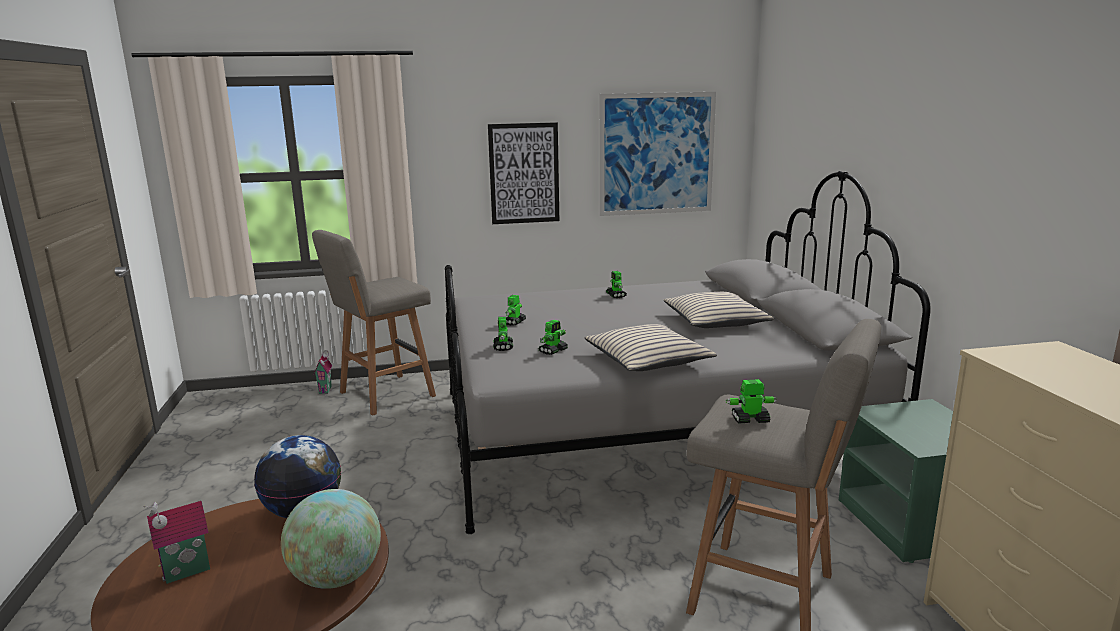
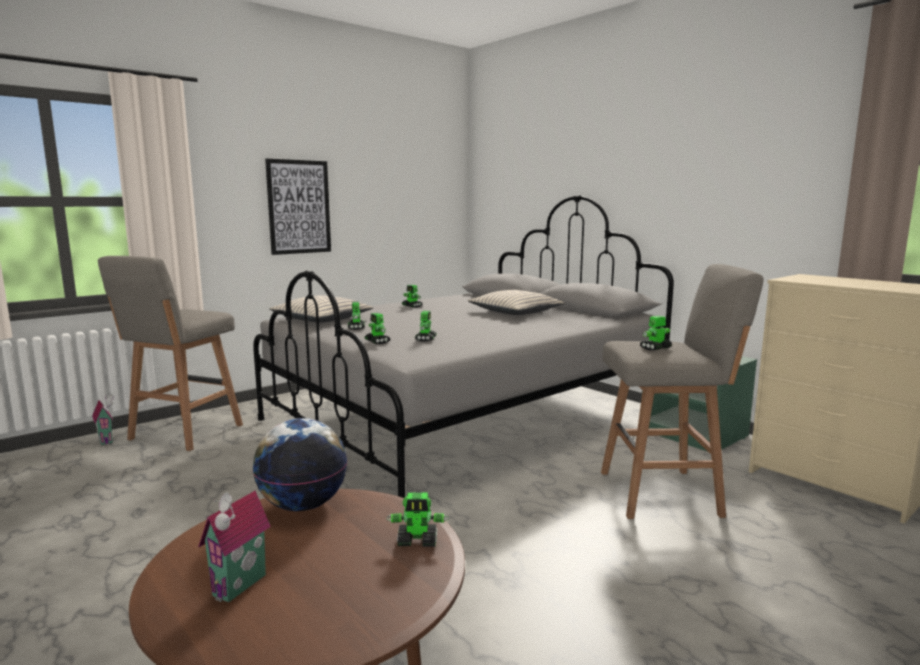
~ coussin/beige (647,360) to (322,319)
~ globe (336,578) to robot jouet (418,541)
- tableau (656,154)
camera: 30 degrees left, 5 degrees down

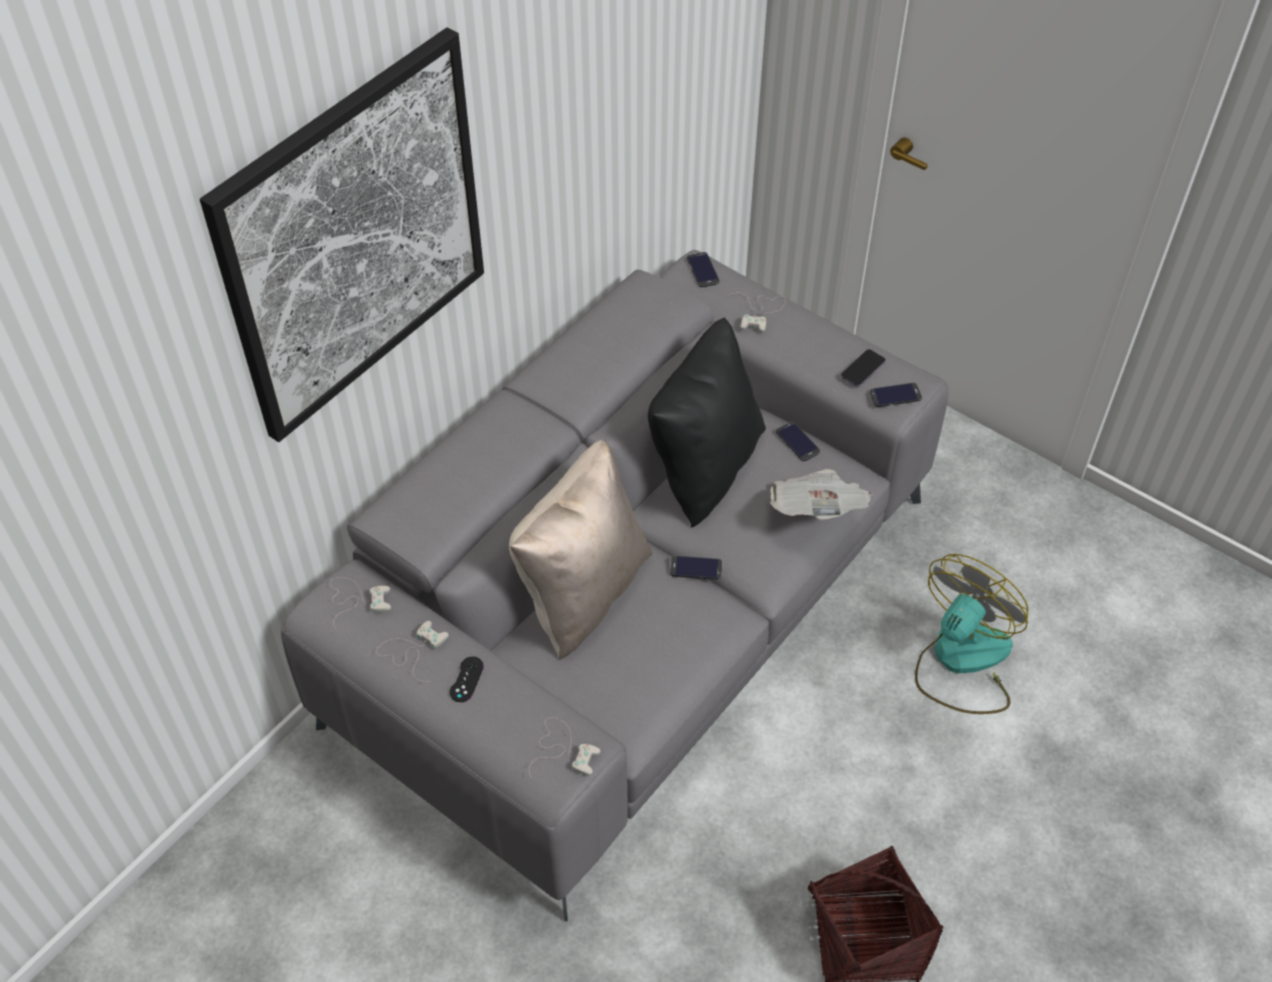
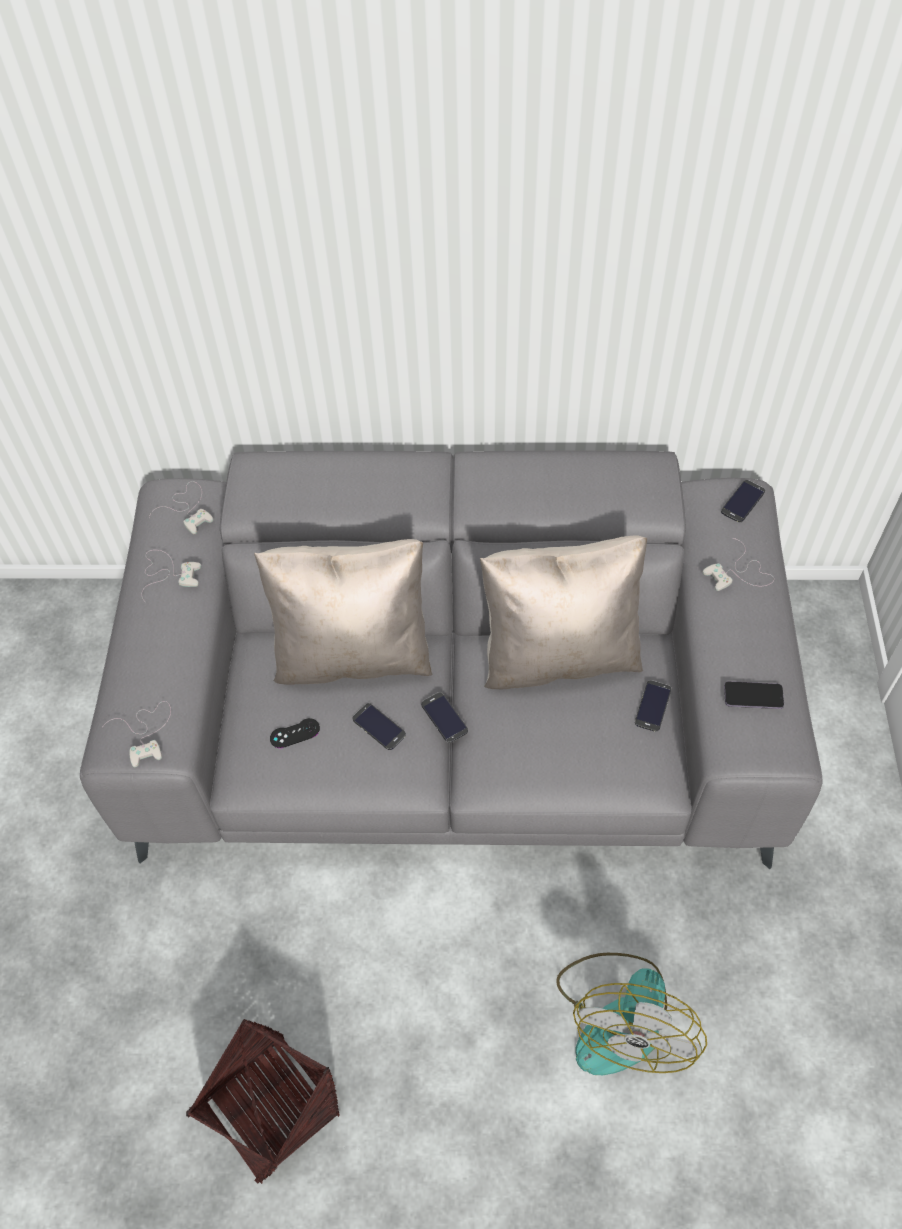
~ manette/noir (466,679) to (295,733)
~ téléphone (895,395) to (379,727)
~ coussin/noir (704,466) to coussin/beige (559,654)
~ ventilateur (961,661) = (622,1017) 105 degrees clockwise
- tableau (354,237)
- journal (817,511)
camera: 55 degrees right, 5 degrees up

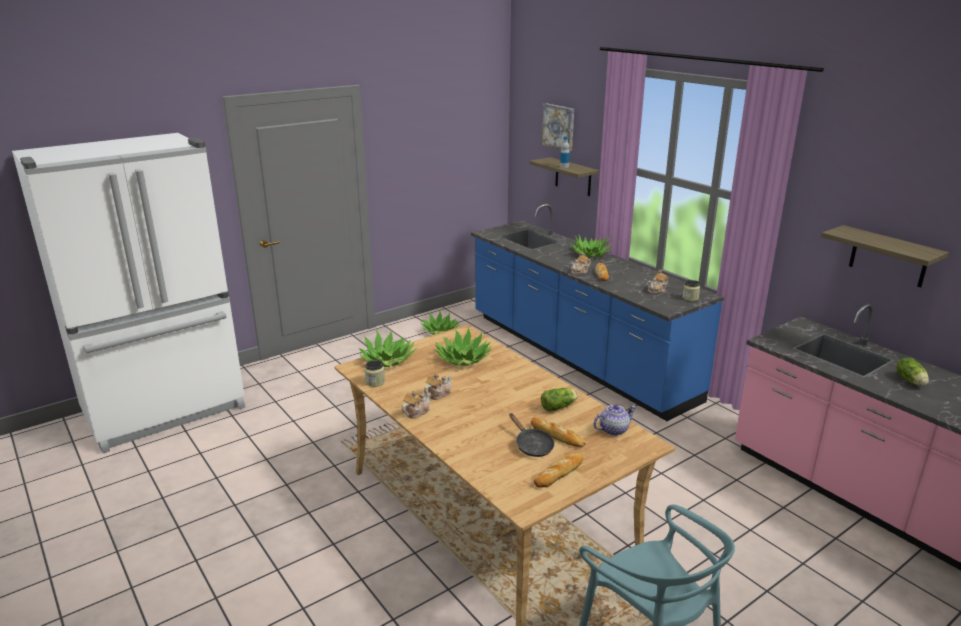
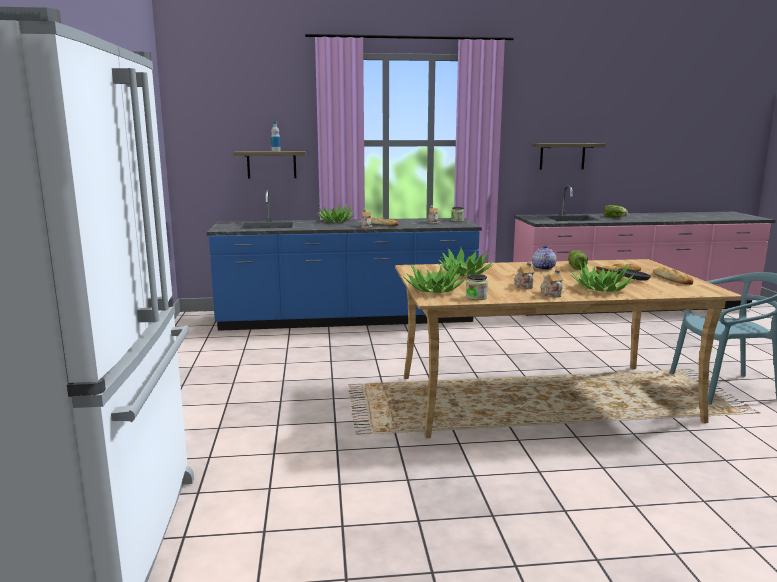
~ théière (613,429) to (543,268)
~ plante en pot (440,331) to (601,288)
- tableau (559,126)
camera: 60 degrees left, 10 degrees down

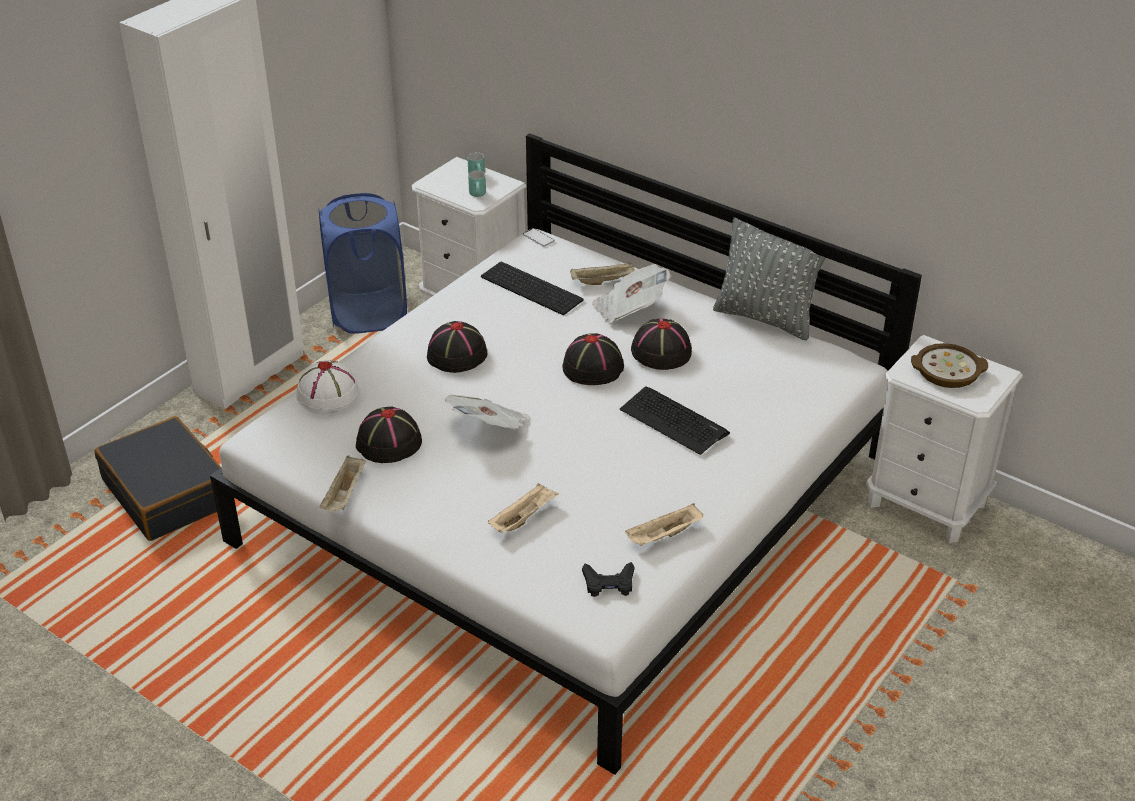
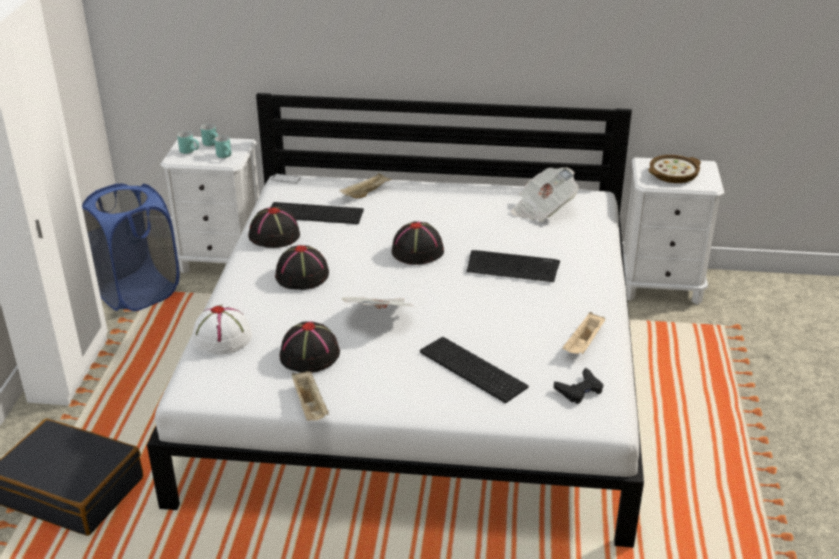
+ mug/turquoise (190,151)
~ chapeau/noir (660,352) to (274,235)
~ plateau/beige (523,518) to clavier (470,370)
~ journal (629,309) to (542,209)
- coussin/gris (765,318)
camera: 30 degrees left, 5 degrees down

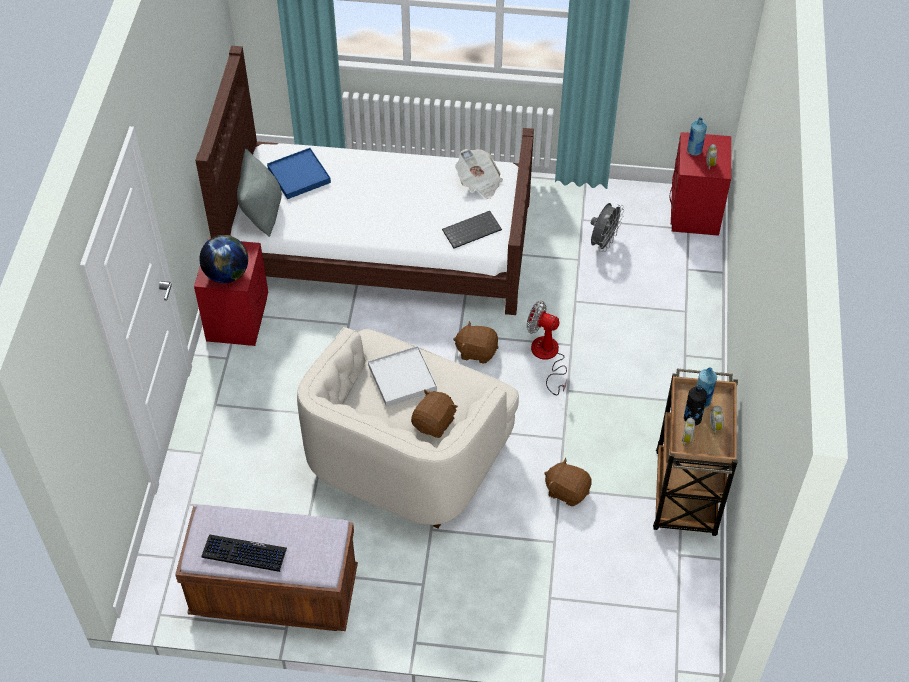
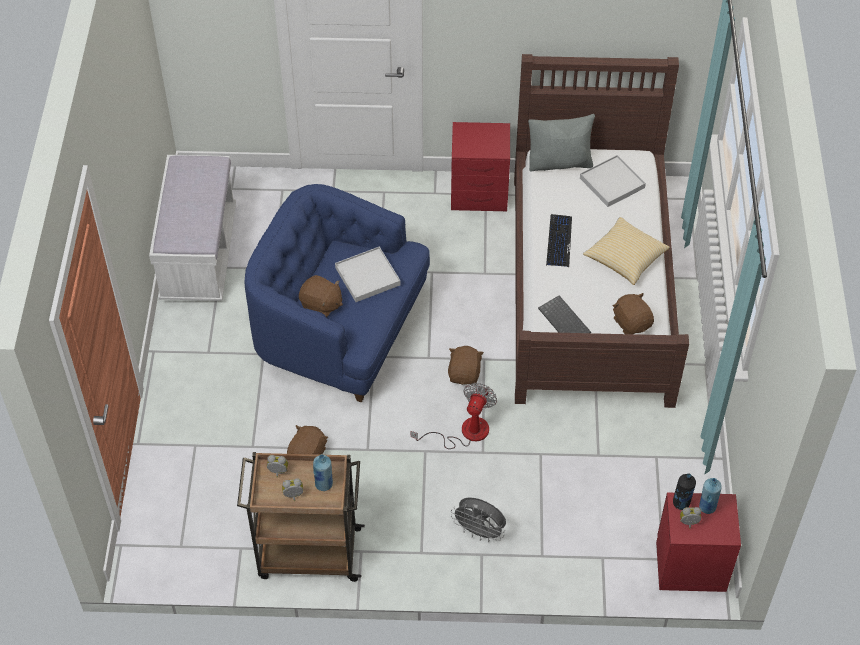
~ banc/marron (274,594) to banc/blanc (199,255)
~ fauteuil/blanc (407,455) to fauteuil/bleu (340,330)
~ ventilateur/gris (603,242) to (480,532)
~ clavier (244,553) to (559,241)
~ plateau/bleu (299,176) to plateau/blanc (612,183)
+ coussin (625,258)
~ journal (479,182) to peluche/marron (632,323)
~ bouteille/noir (692,418) to (681,503)
- globe (227,274)
camera: 85 degrees right, 0 degrees up

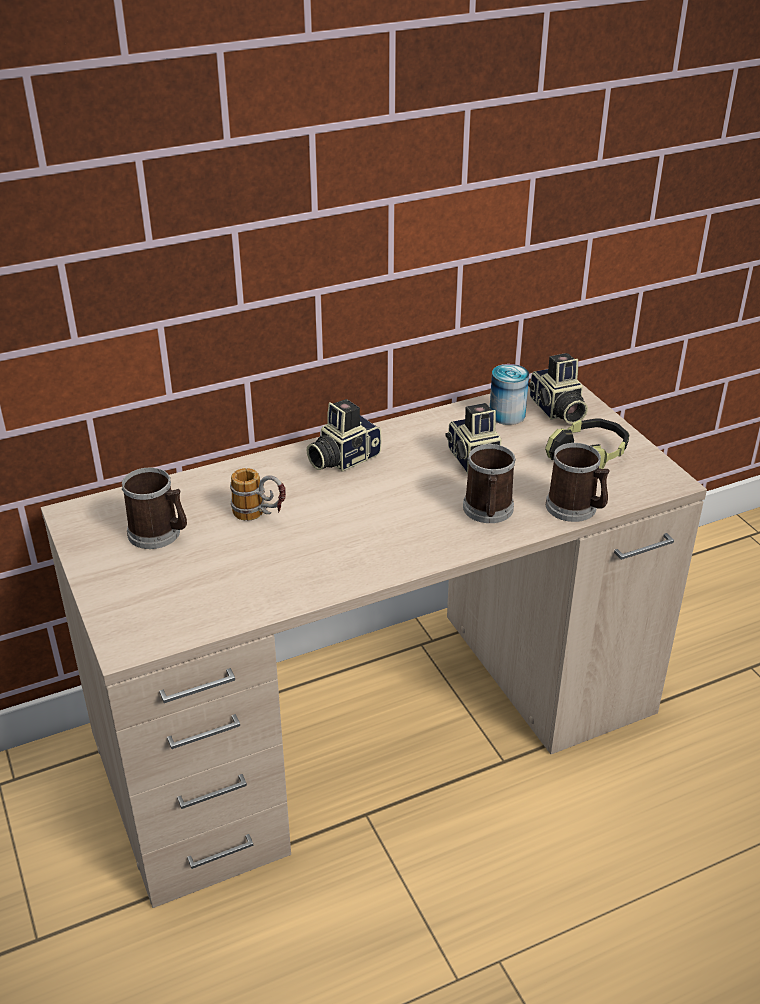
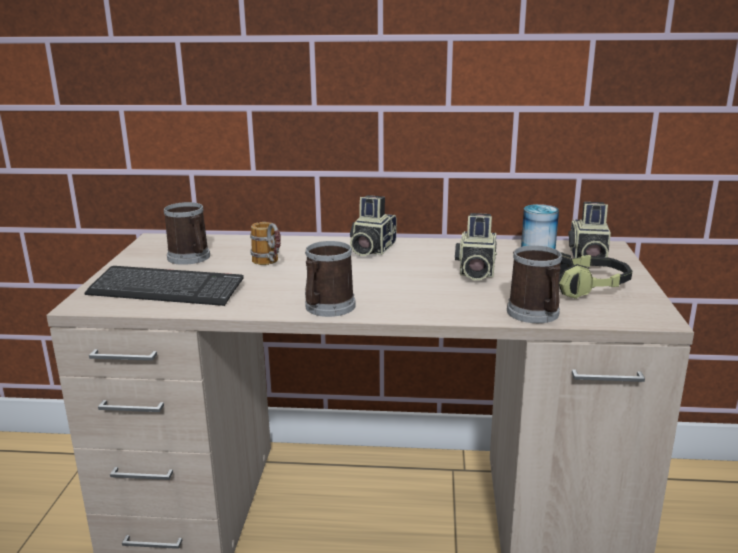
+ clavier (166,289)
~ mug (488,511) to (326,308)
~ appareil photo (342,458) = (370,249) 60 degrees counterclockwise
camera: 30 degrees right, 15 degrees down

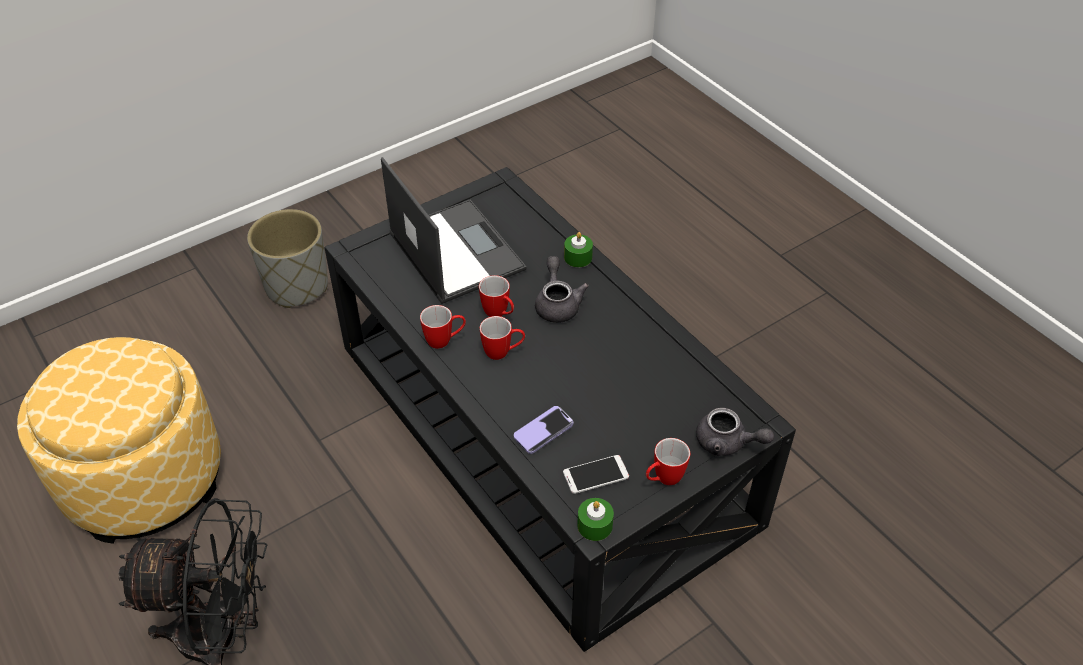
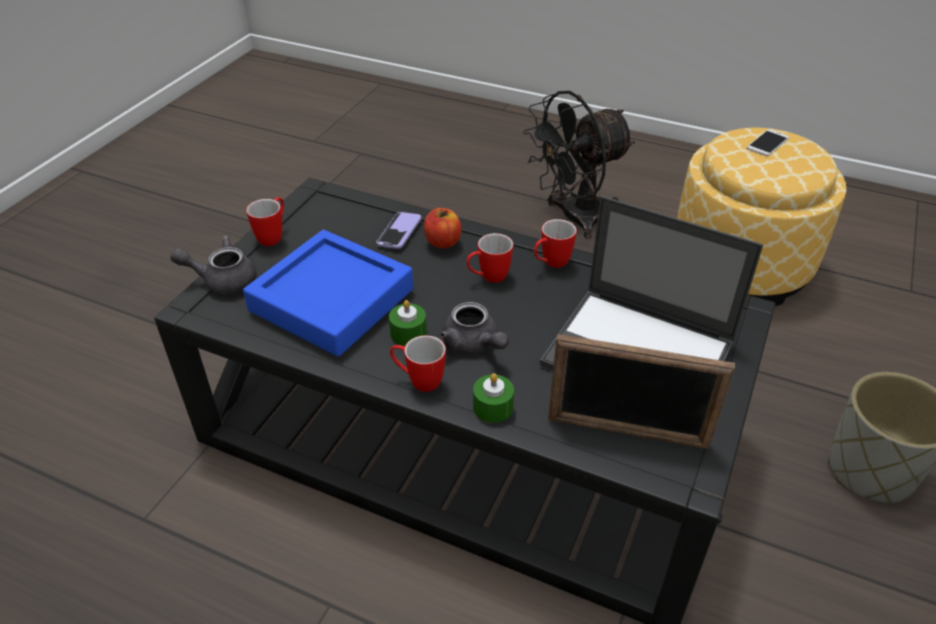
+ plateau/bleu (332,300)
~ bougie/vert (595,525) to (408,333)
~ mug (499,314) to (418,381)
+ pomme (442,242)
+ cadre photo (627,432)
~ téléphone (596,475) to (767,143)
camera: 150 degrees right, 5 degrees down

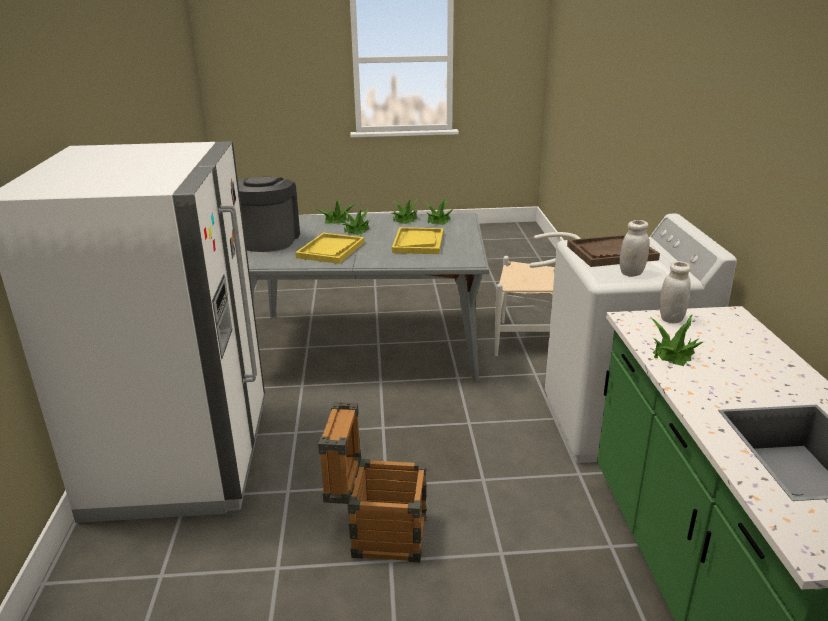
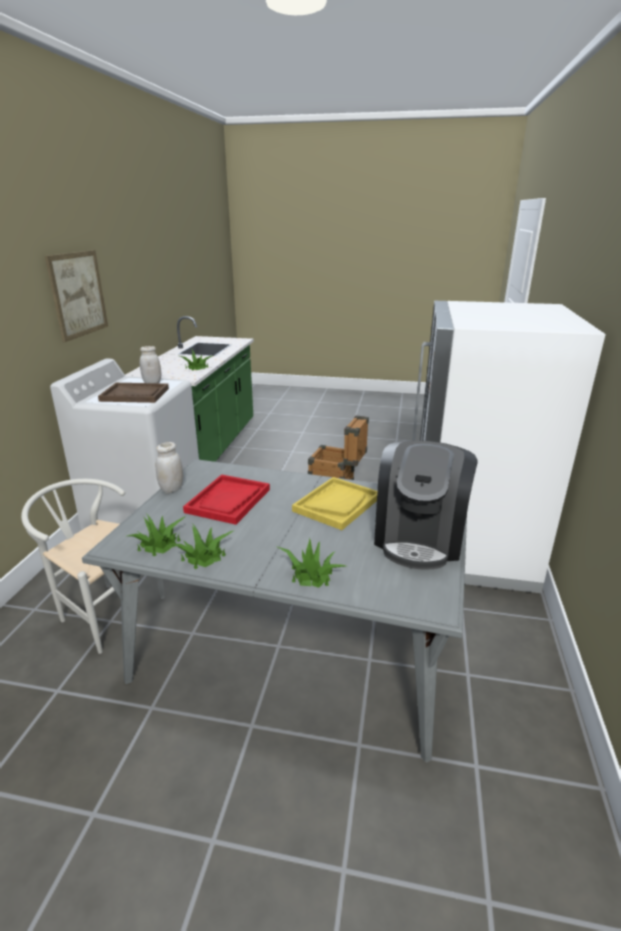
+ tableau (78,294)
~ bocal/blanc (671,318) to (172,489)
~ plateau/jaune (418,243) to plateau/rouge (228,501)
- plante en pot (357,230)
camera: 165 degrees left, 0 degrees up

